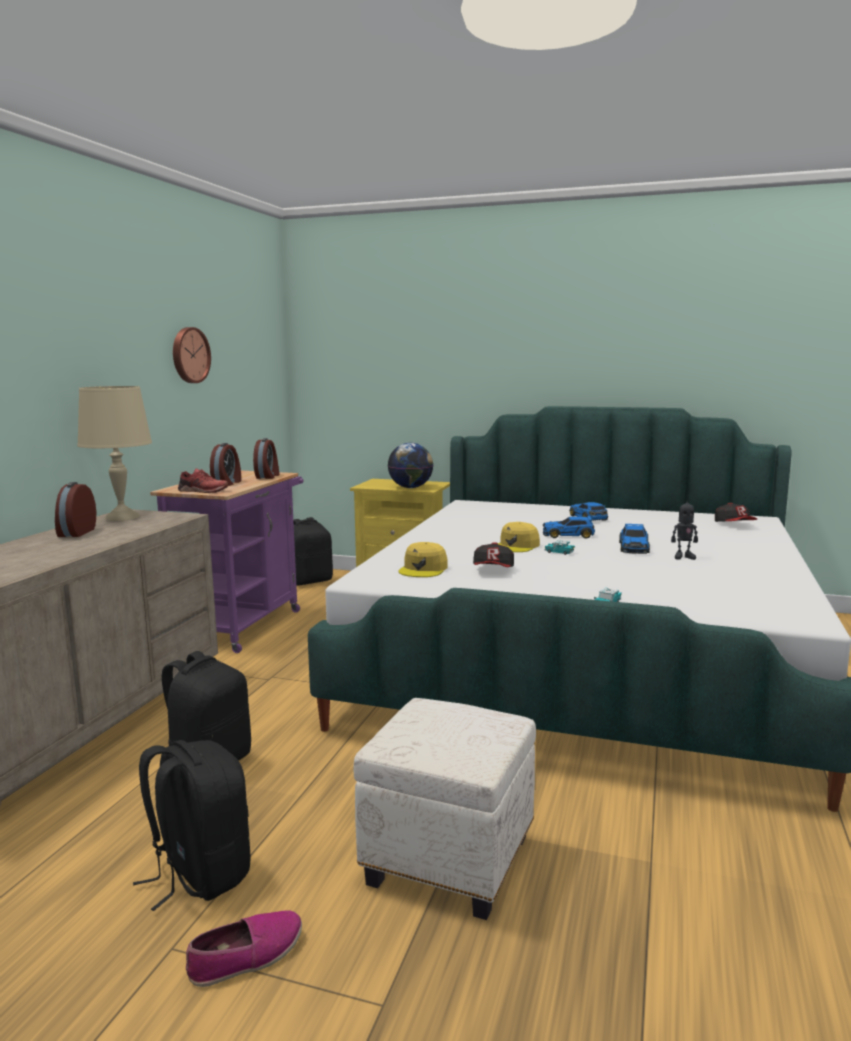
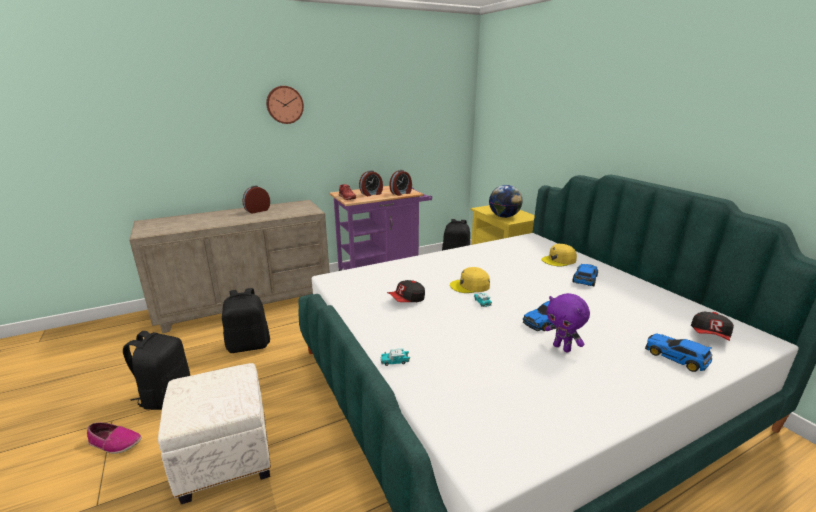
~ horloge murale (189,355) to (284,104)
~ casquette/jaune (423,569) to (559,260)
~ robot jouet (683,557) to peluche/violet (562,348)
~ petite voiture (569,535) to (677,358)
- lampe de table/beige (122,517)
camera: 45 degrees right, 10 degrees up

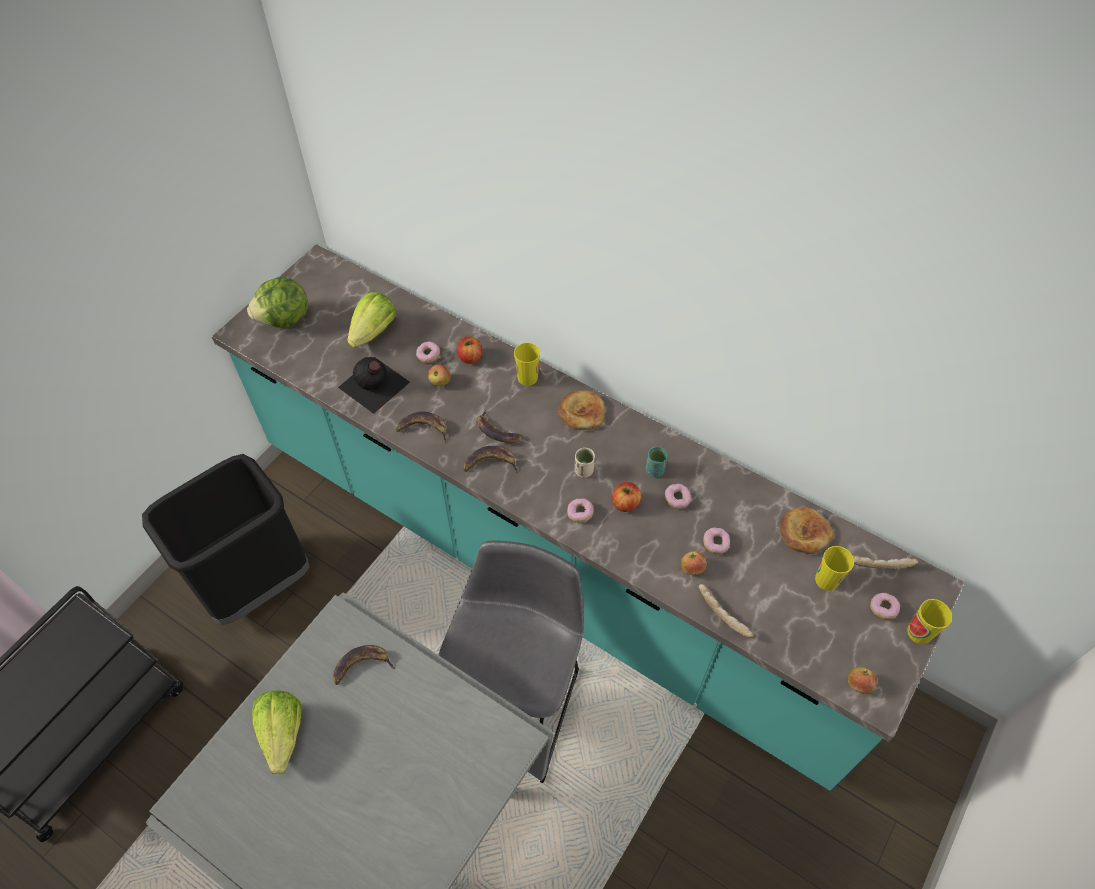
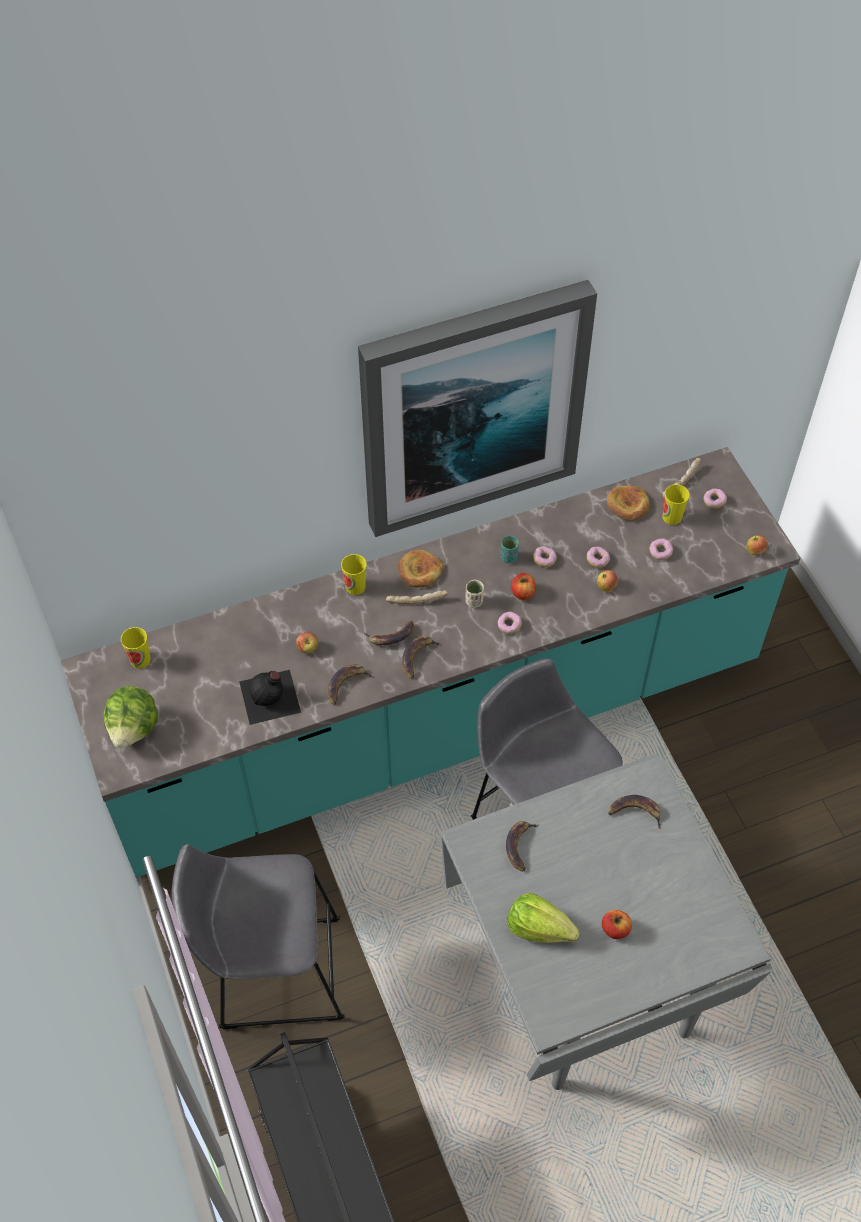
~ tasse (919,632) to (140,659)
~ poubelle/noir (256,582) to tabouret/gris (271,972)
+ tableau (472,408)
~ pain (724,613) to (417,599)
~ pomme (470,357) to (615,929)
+ banane (636,812)
~ beignet (428,355) to (660,552)
- laitue (374,331)
camera: 55 degrees left, 0 degrees up

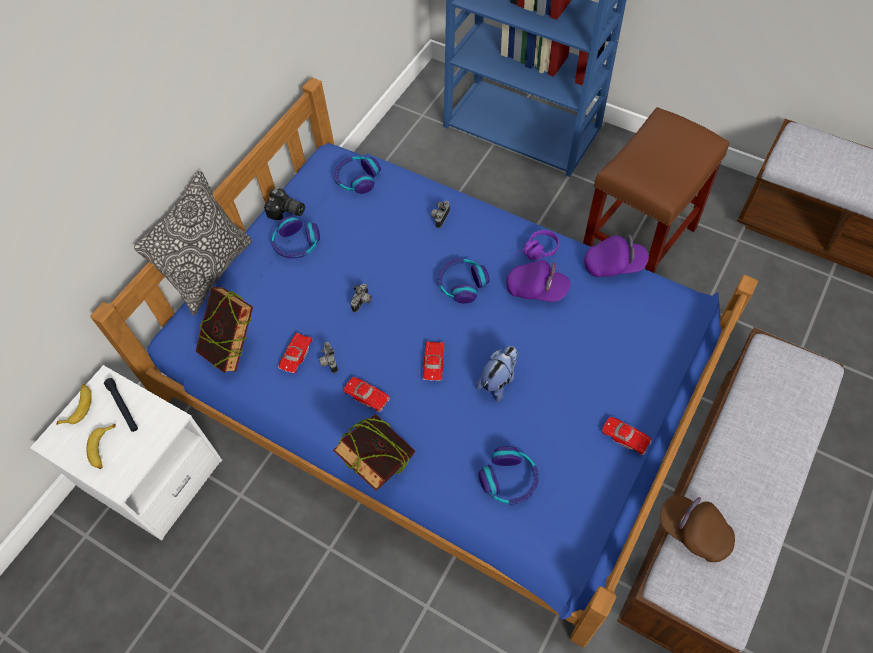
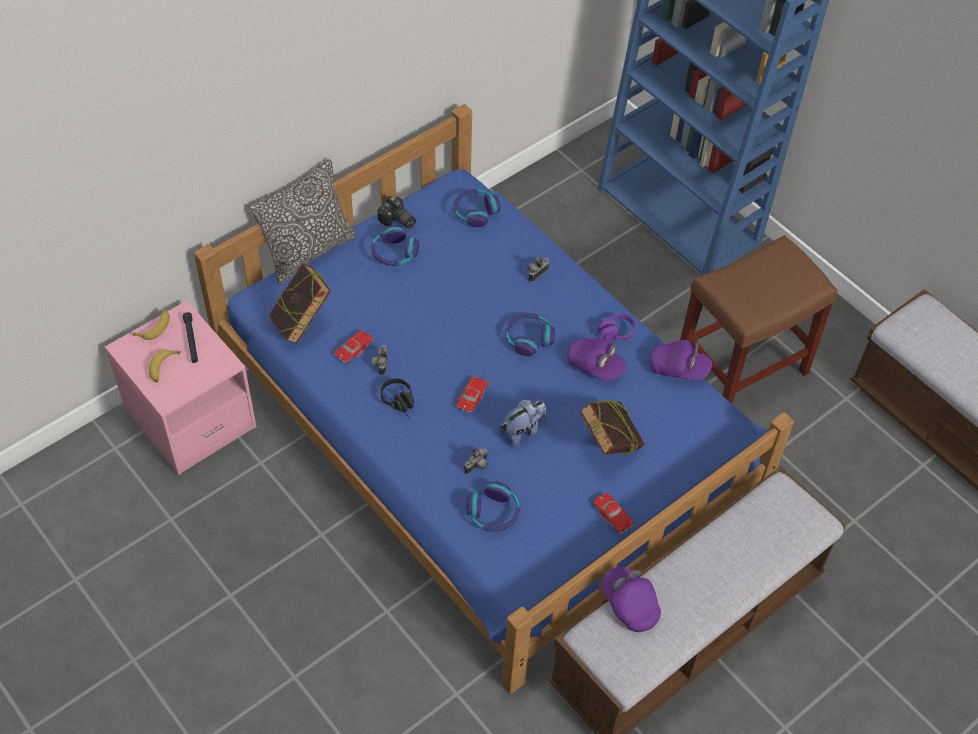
~ table de chevet/blanc (152,475) to table de chevet/rose (190,418)
~ petite voiture/rouge (366,395) to casque audio/noir (401,403)
~ appareil photo (363,302) to (477,466)
~ livre (379,465) to (609,446)
~ casquette/marron (693,531) to casquette/violet (629,604)
camera: 15 degrees right, 5 degrees down

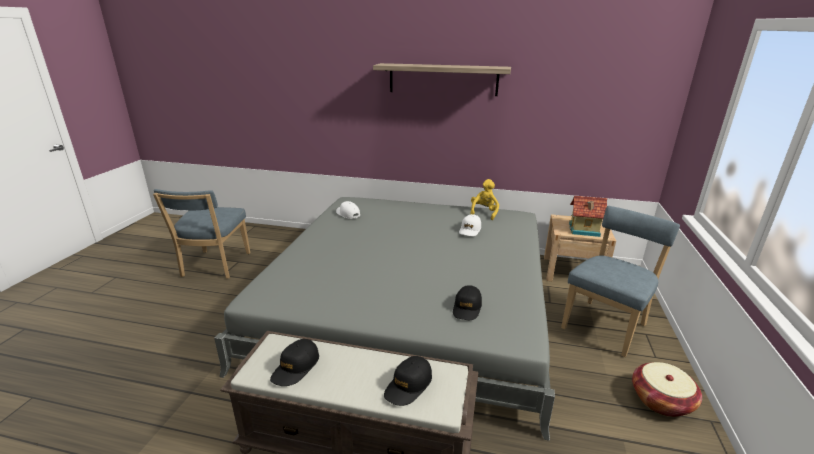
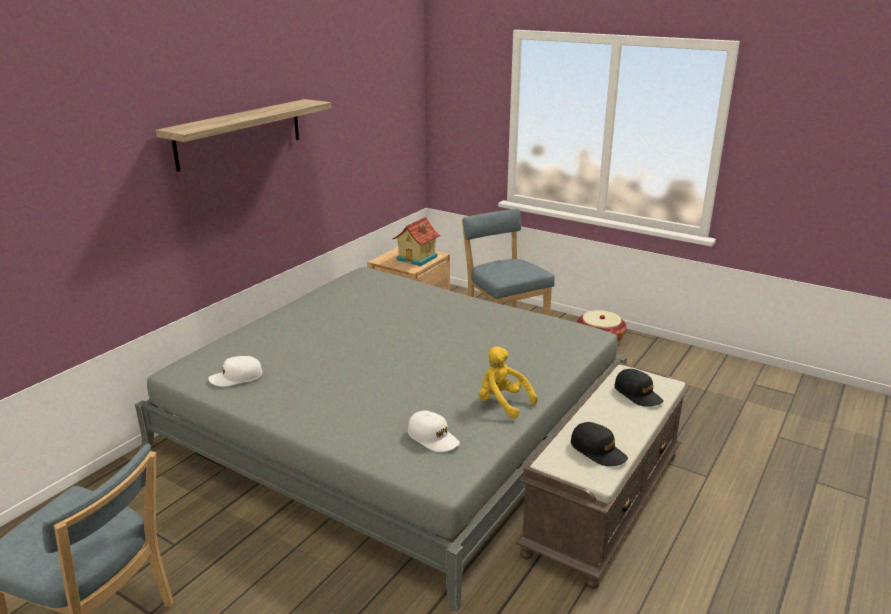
~ casquette/blanc (470,230) to (433,438)
~ peluche/jaune (484,213) to (502,403)
- casquette/noir (467,308)
camera: 70 degrees left, 0 degrees up

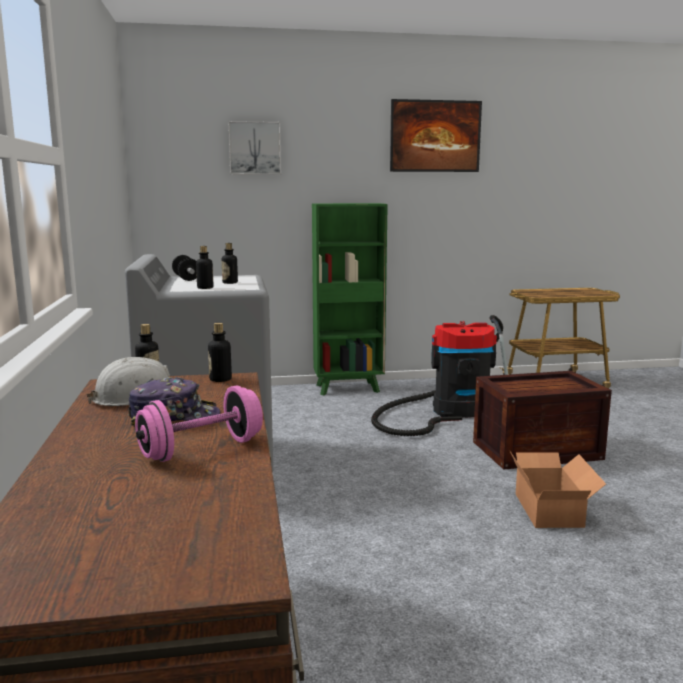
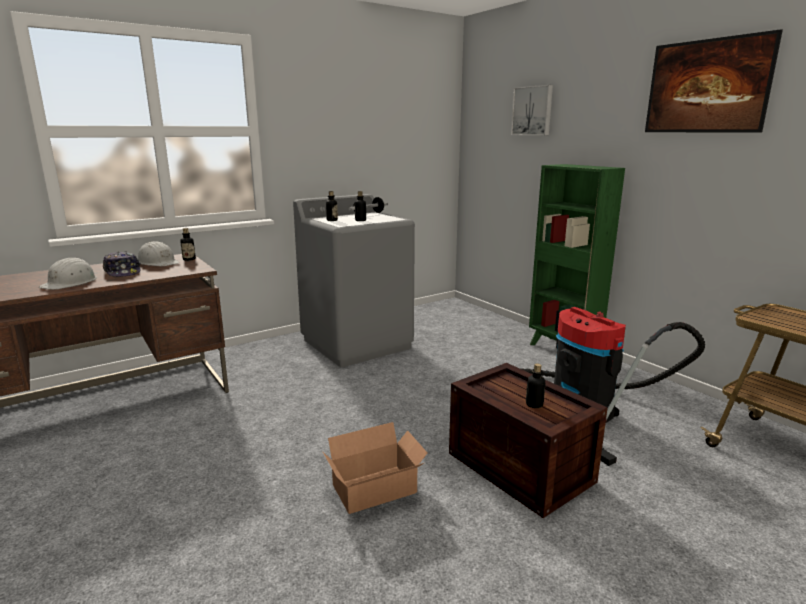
~ haltère/rose (201,449) to casque de chantier/blanc (70,283)
~ bouteille (220,379) to (534,404)
camera: 65 degrees right, 5 degrees up

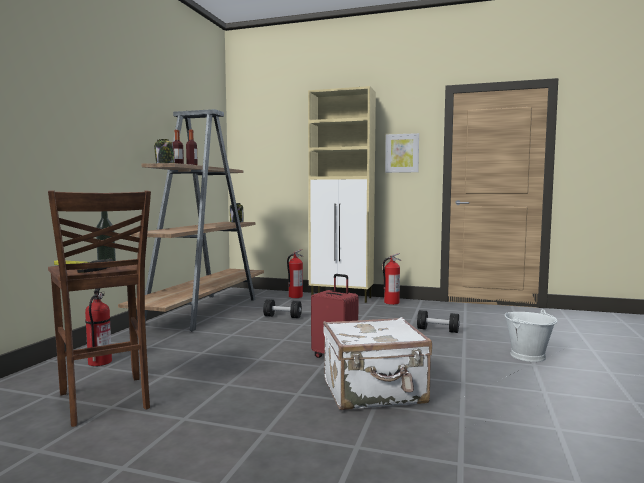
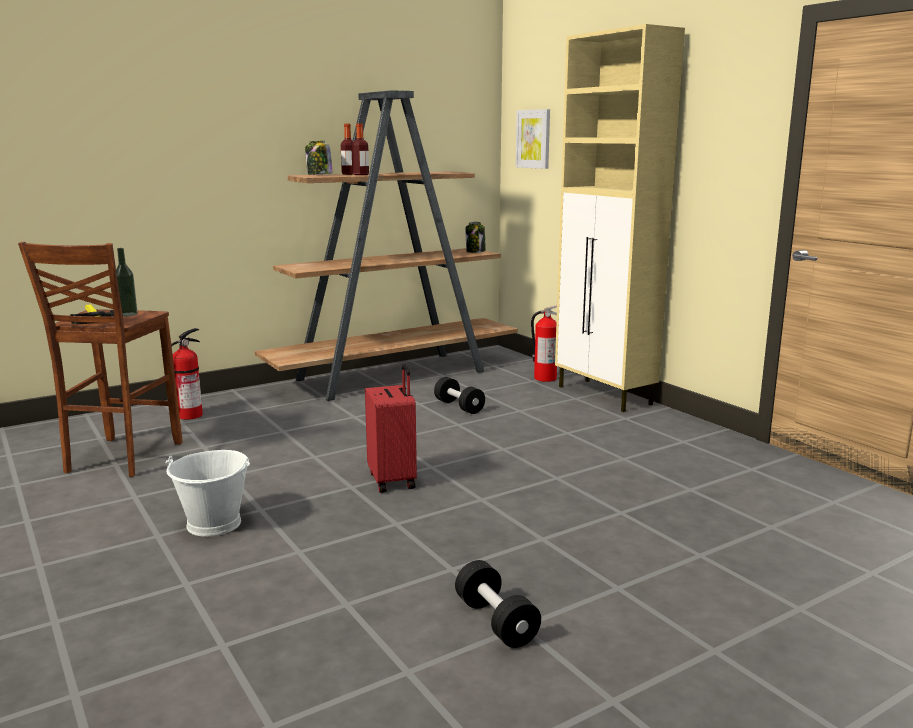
~ seau/blanc (528,356) to (214,524)
~ haltère/noir (438,330) to (496,621)
~ tableau (402,153) to (533,139)
- valise/blanc (374,392)
- extincteur (391,303)
camera: 40 degrees right, 10 degrees up

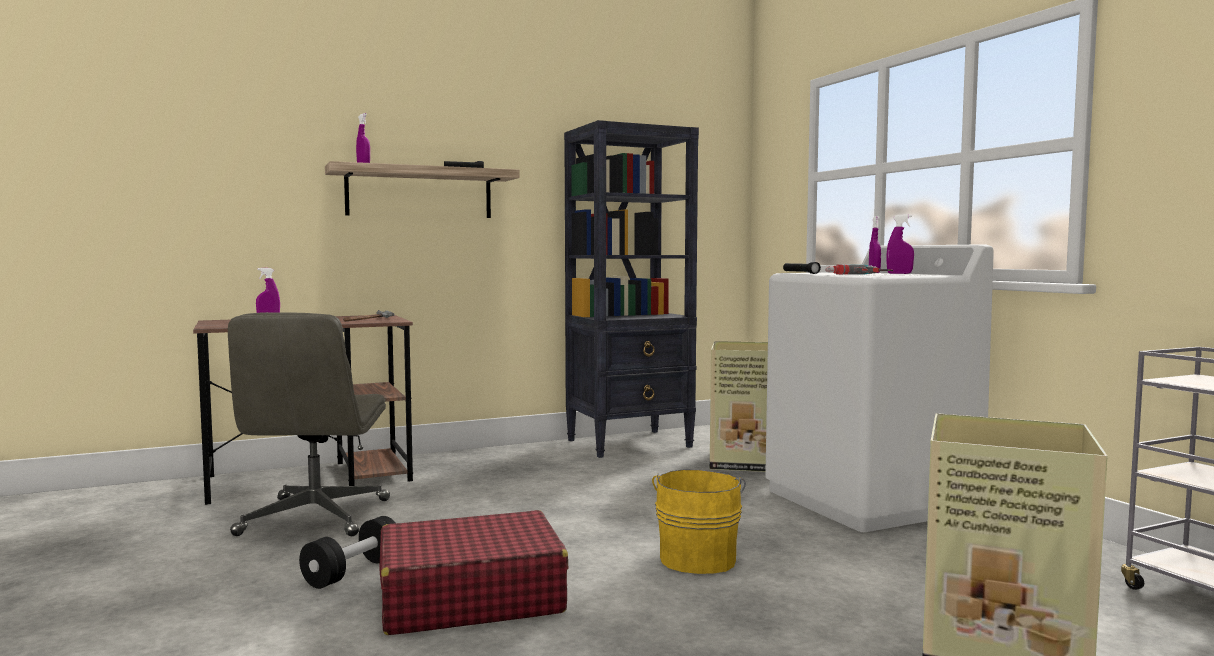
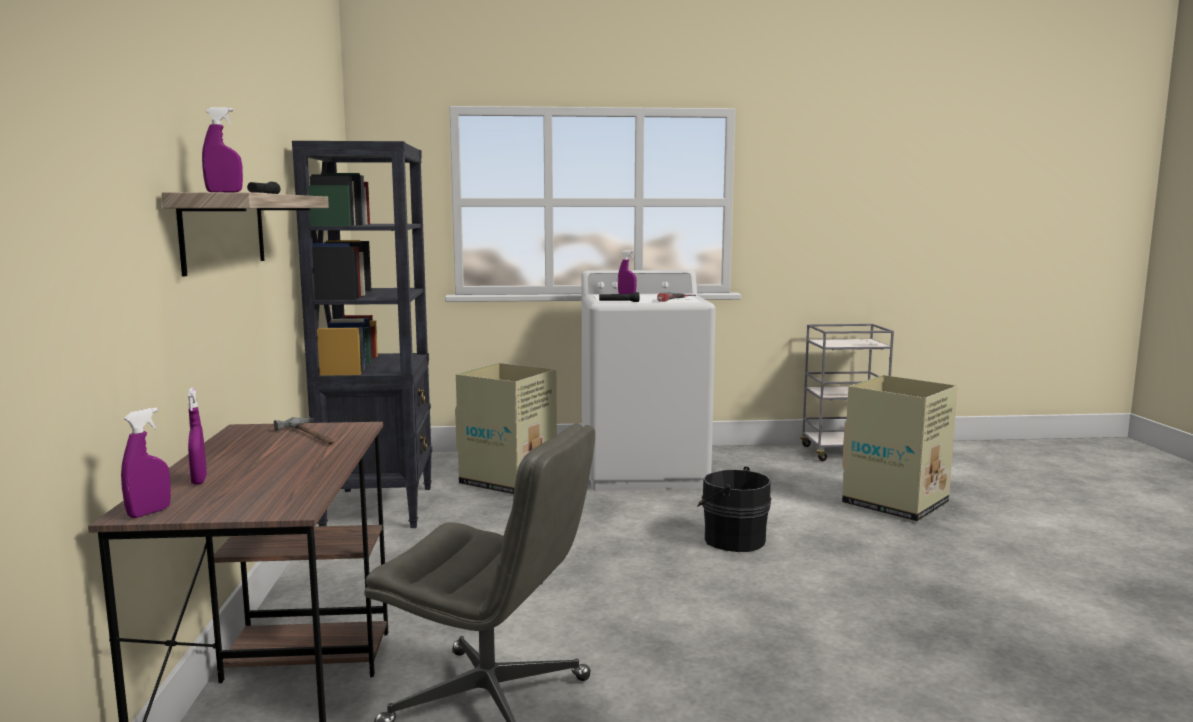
~ vaporisateur/violet (899,273) to (149,512)
~ seau/jaune (698,557) to seau/noir (732,539)
- haltère/noir (353,572)
- valise/rouge (469,597)
camera: 70 degrees left, 5 degrees up

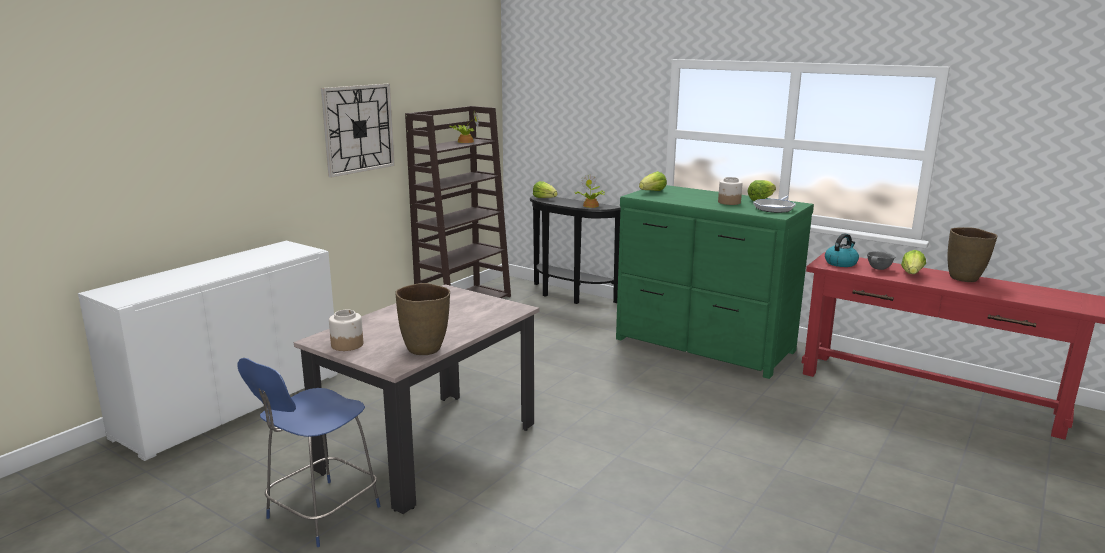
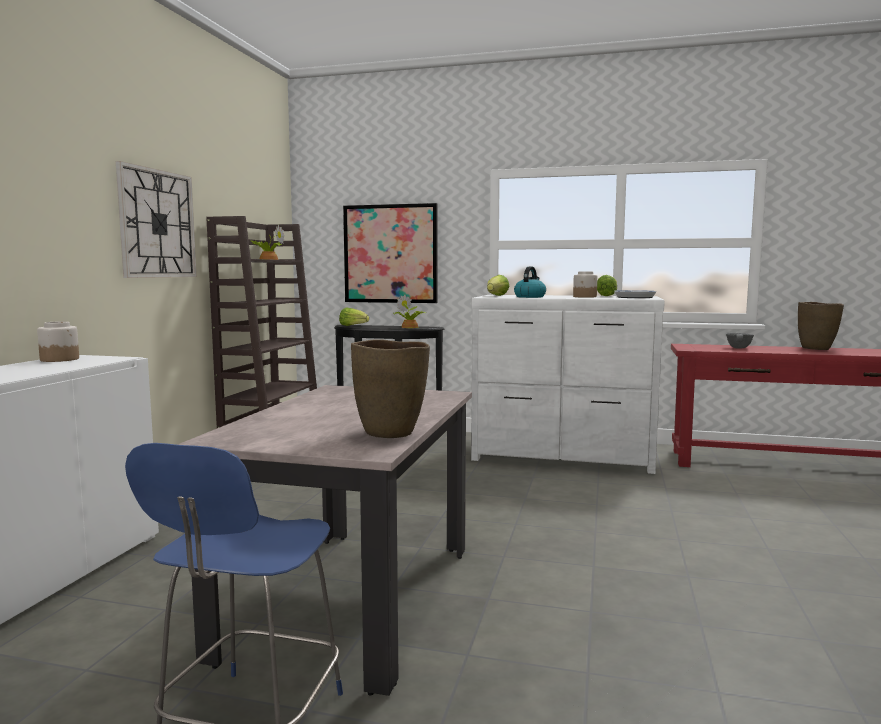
~ bocal (347,344) to (60,359)
+ tableau (390,254)
~ commode/vert (703,346) to commode/blanc (563,456)
~ bouilloire (841,263) to (529,297)
- laitue (912,274)
camera: 20 degrees left, 10 degrees down

